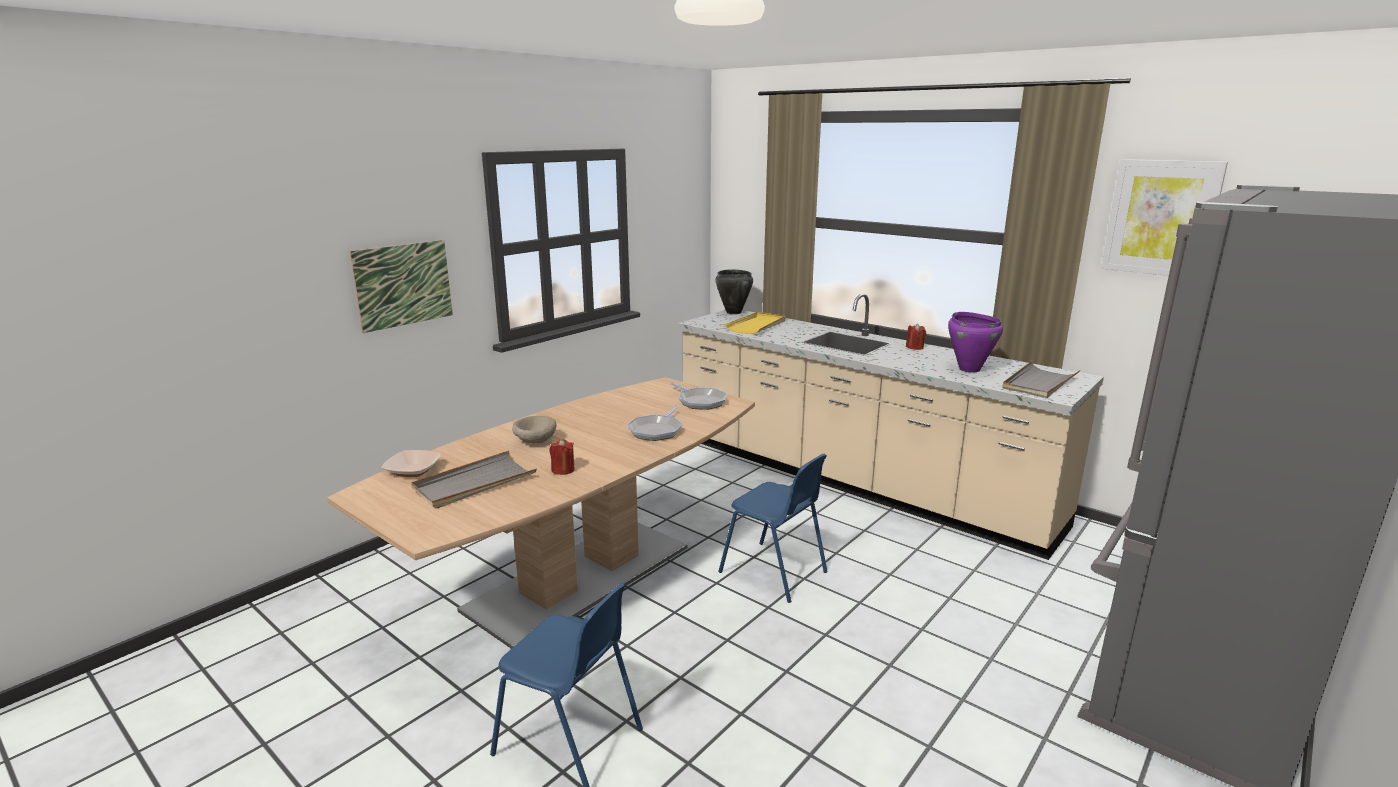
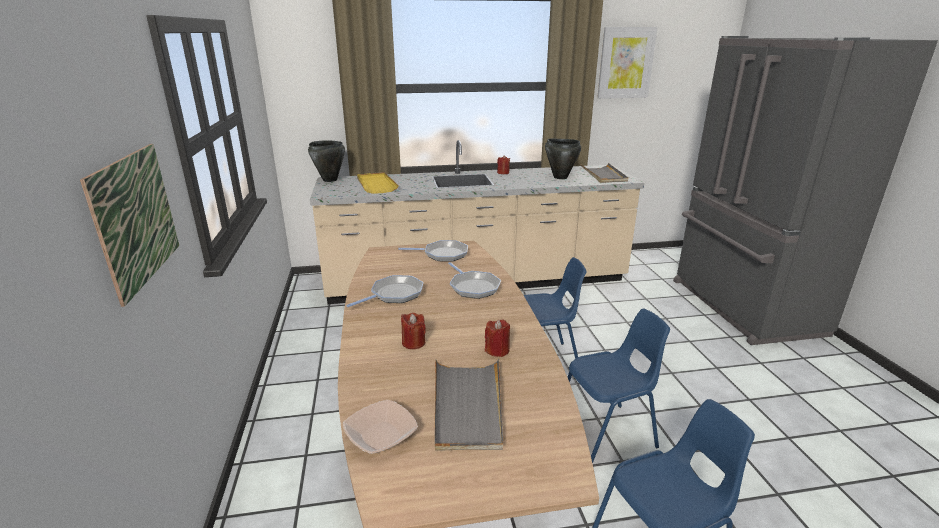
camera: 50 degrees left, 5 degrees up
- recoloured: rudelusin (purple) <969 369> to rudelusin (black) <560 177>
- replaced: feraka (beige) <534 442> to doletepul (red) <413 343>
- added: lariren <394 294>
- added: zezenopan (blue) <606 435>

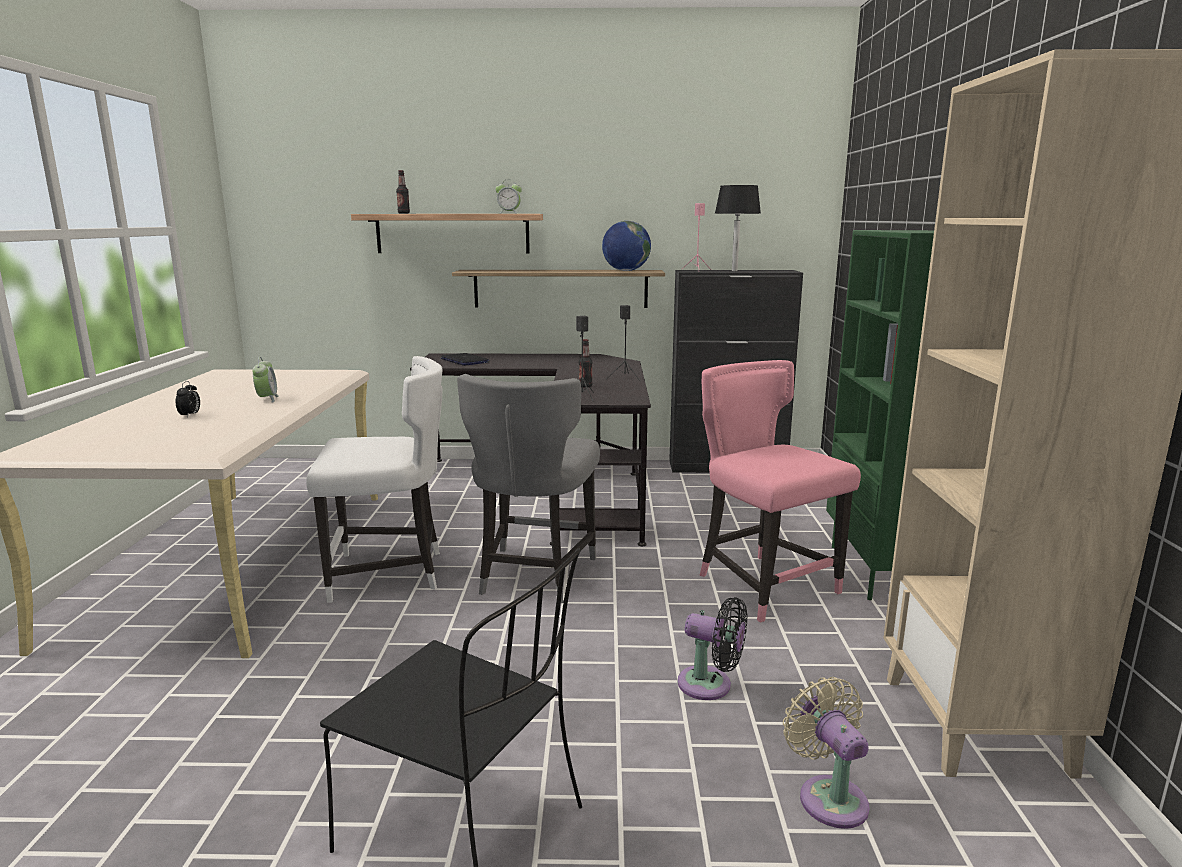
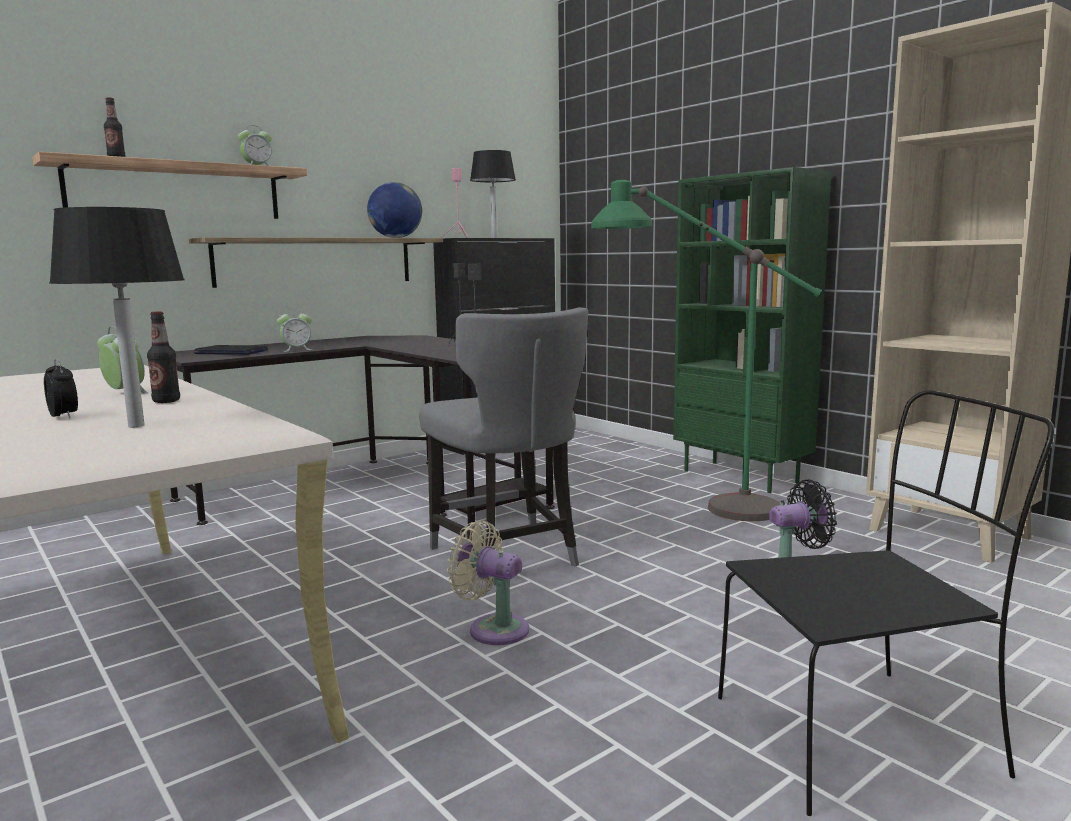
camera: 40 degrees left, 5 degrees down
- moved: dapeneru <585 386> to <166 401>
- removed: zezenopan (white) <389 574>
- replaced: zezenopan (pink) <763 584> to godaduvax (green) <692 505>
- moved: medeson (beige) <829 796> to <493 628>
- added: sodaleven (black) <135 425>
- added: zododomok <296 350>

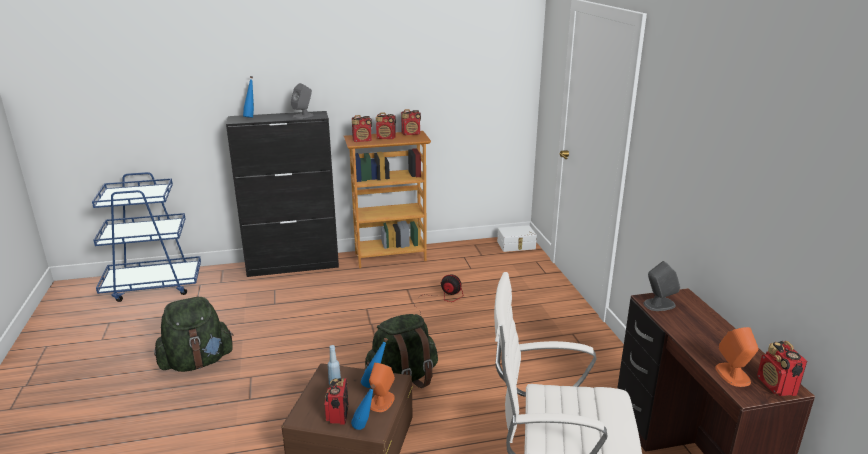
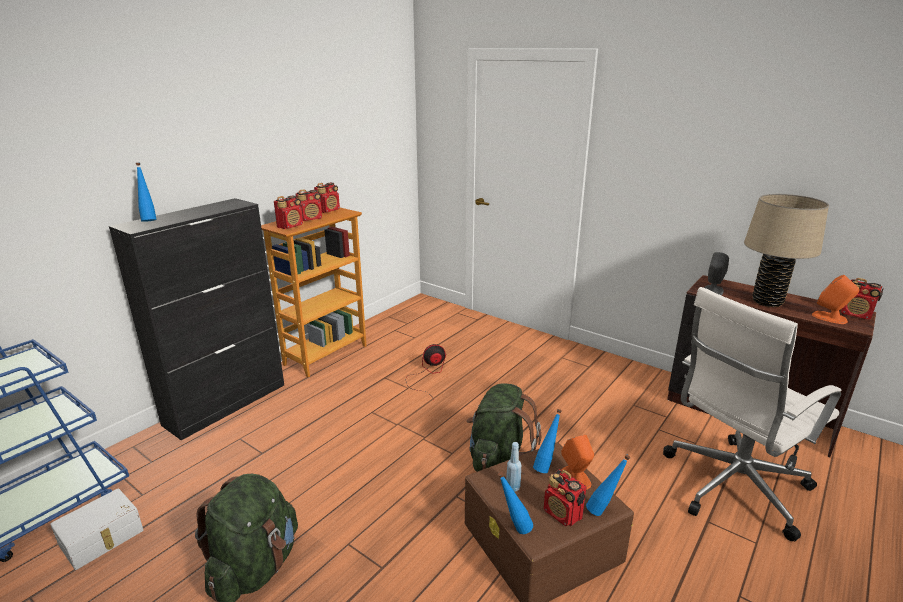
camera: 40 degrees left, 0 degrees up
- removed: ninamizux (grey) <303 116>
- moved: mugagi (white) <516 245> to <102 538>
- added: sodaleven (beige) <767 302>
- added: dapeneru (blue) <514 529>

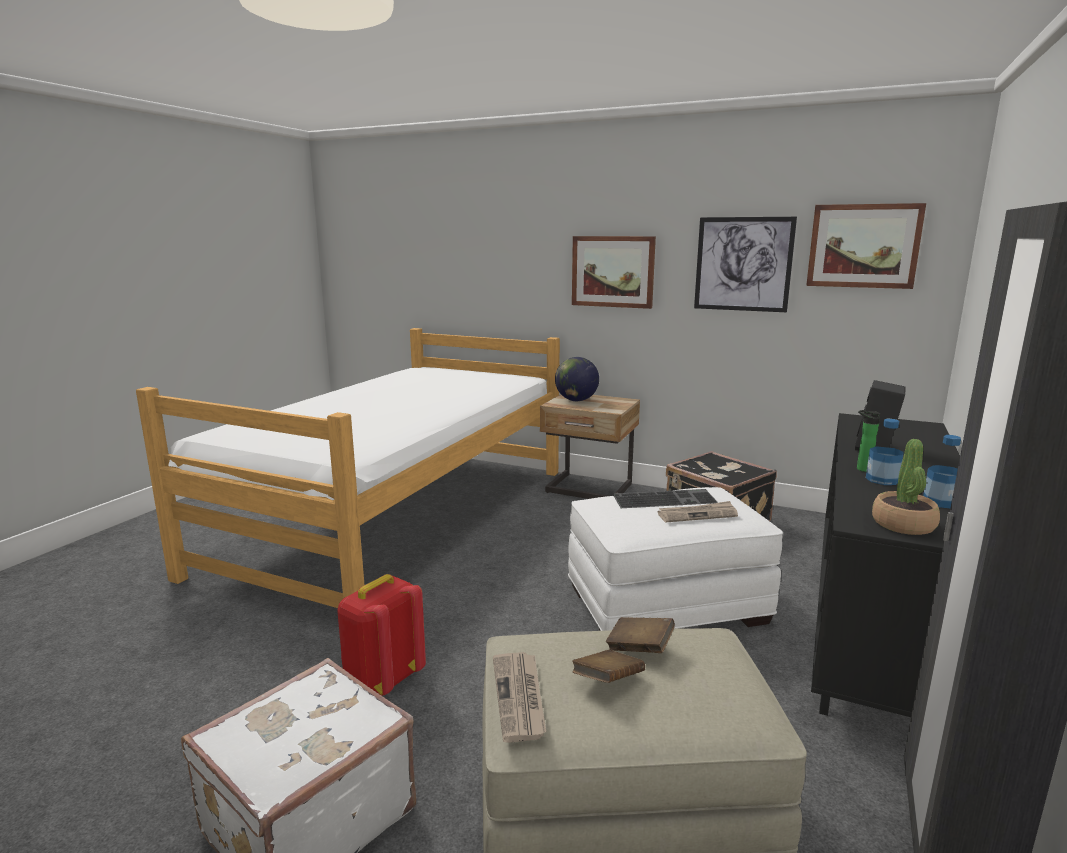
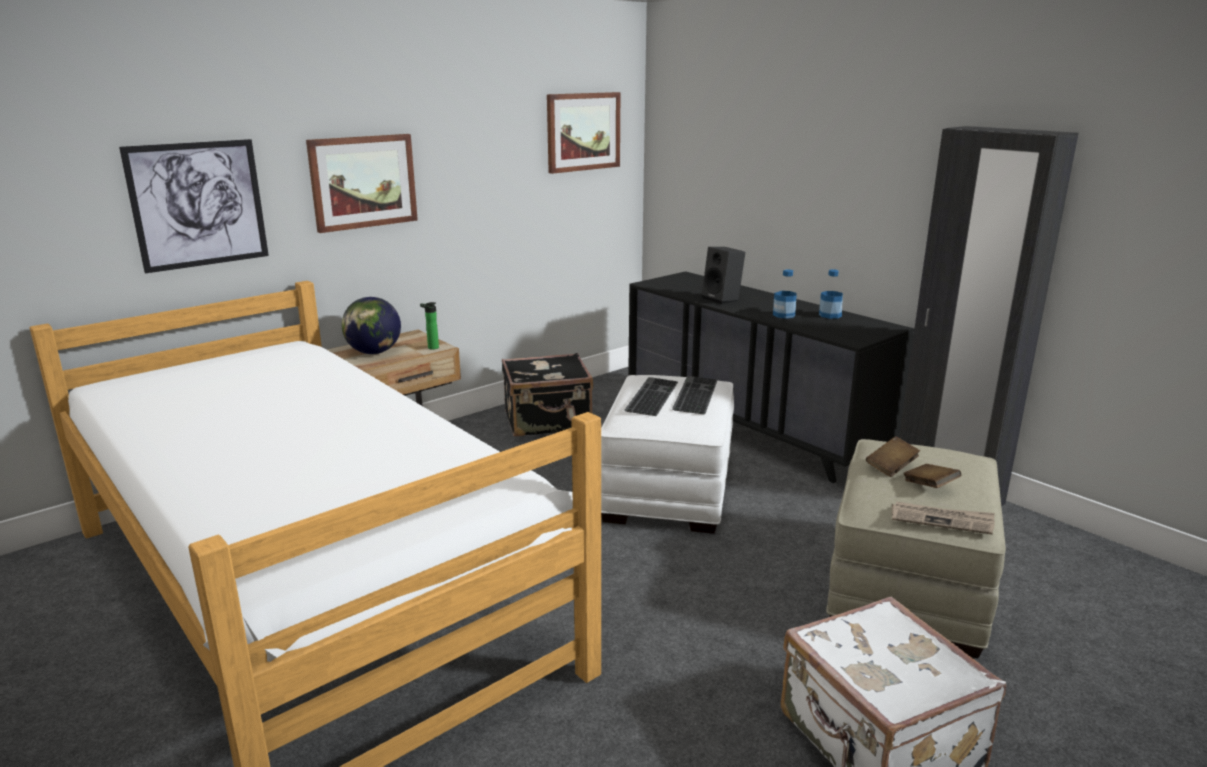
camera: 65 degrees left, 5 degrees up
- moved: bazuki <743 264> to <198 204>
- moved: dapeneru <861 469> to <431 348>
- removed: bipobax <903 524>
- replaced: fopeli <697 514> to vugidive <694 394>
- removed: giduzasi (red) <382 682>

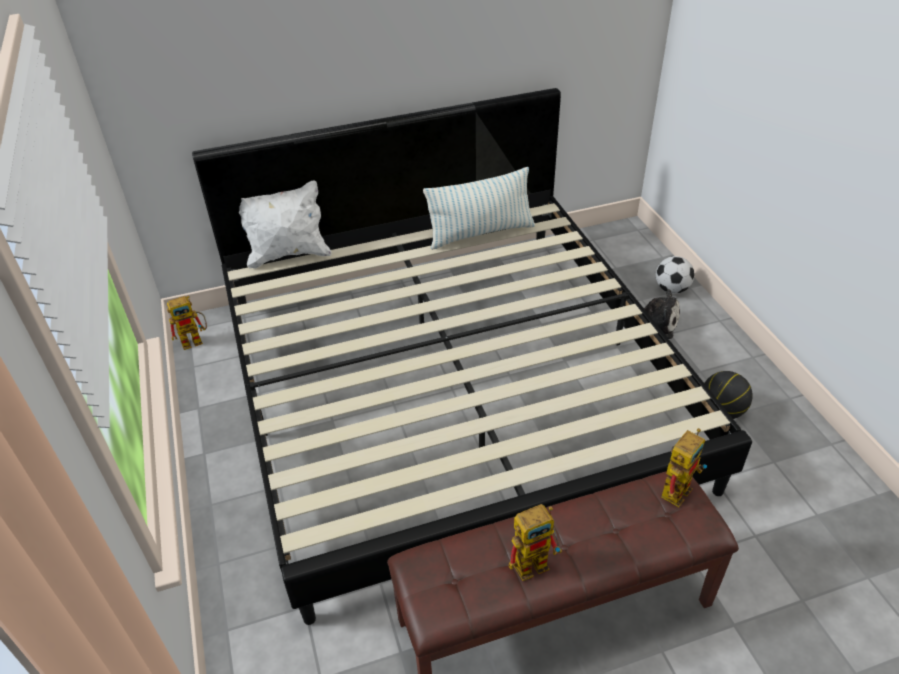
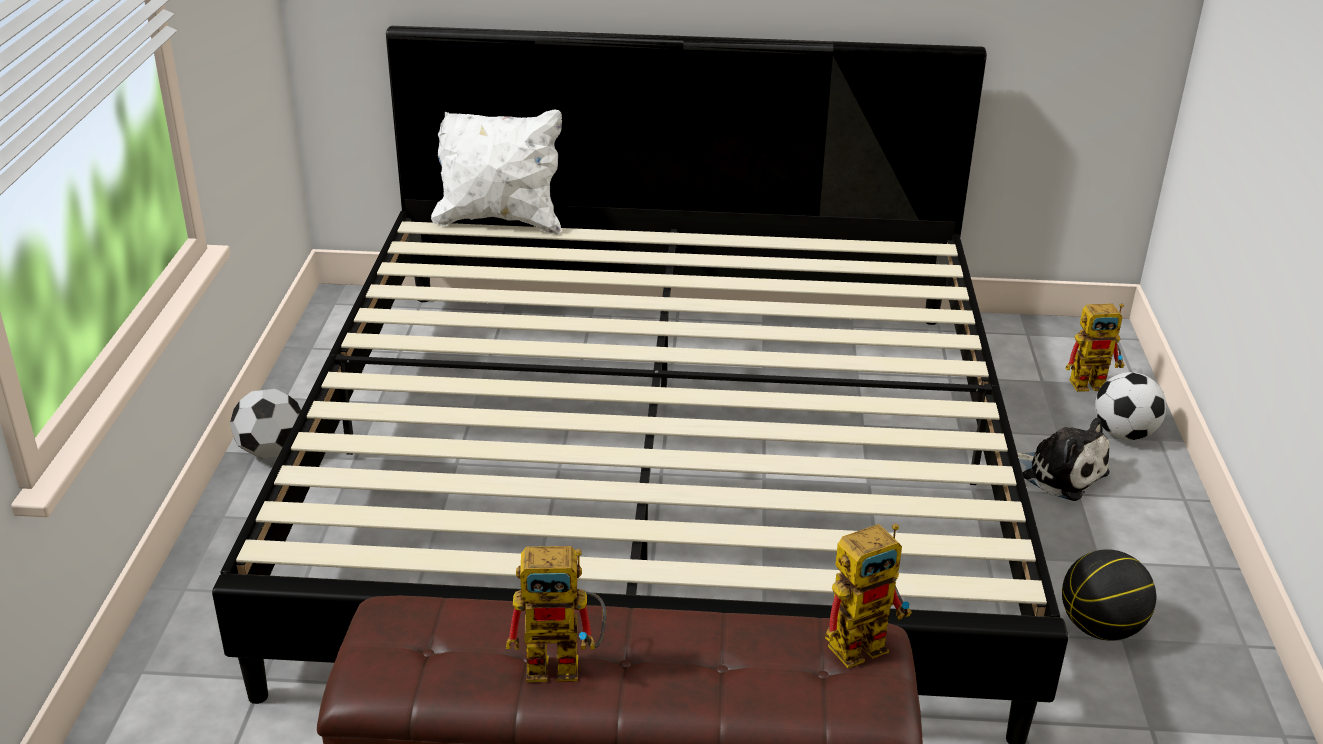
camera: 20 degrees right, 10 degrees down
- removed: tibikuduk <480 233>
- moved: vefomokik <196 340> to <1094 382>
- added: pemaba <272 451>

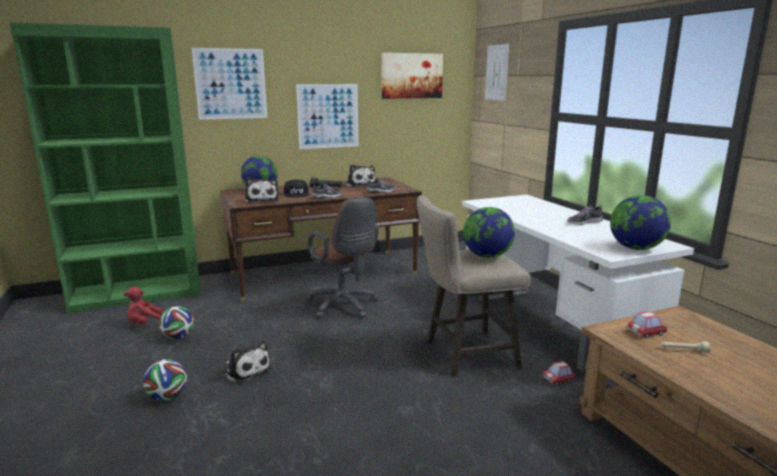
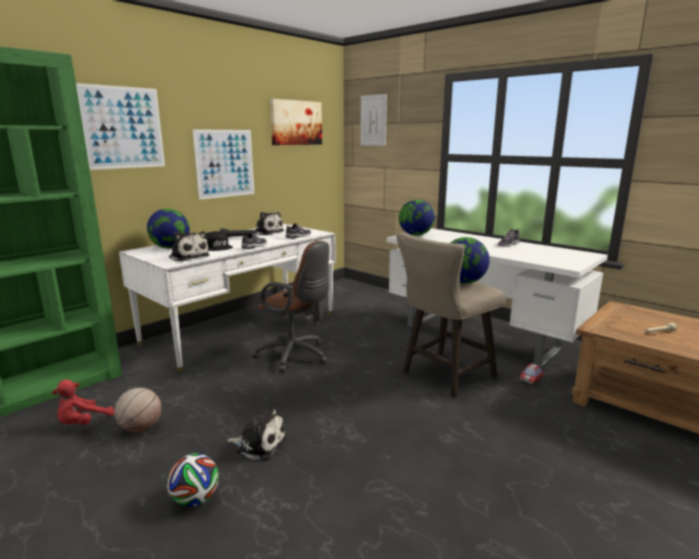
camera: 25 degrees left, 0 degrees up
- recoloured: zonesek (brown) <323 274> to zonesek (white) <242 328>
- moved: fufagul <635 248> to <415 235>
- replaced: pemaba <178 337> to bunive <140 428>
- removed: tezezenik <646 333>

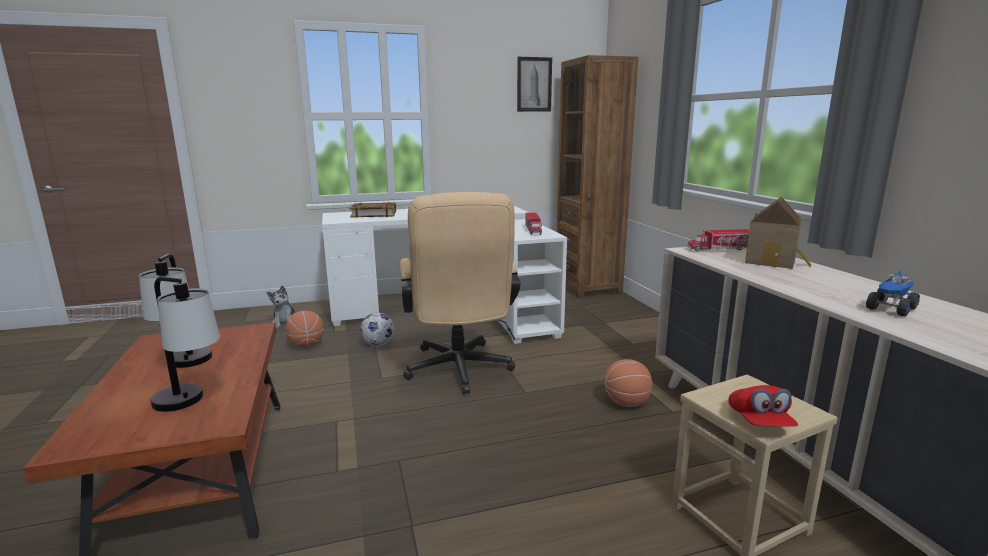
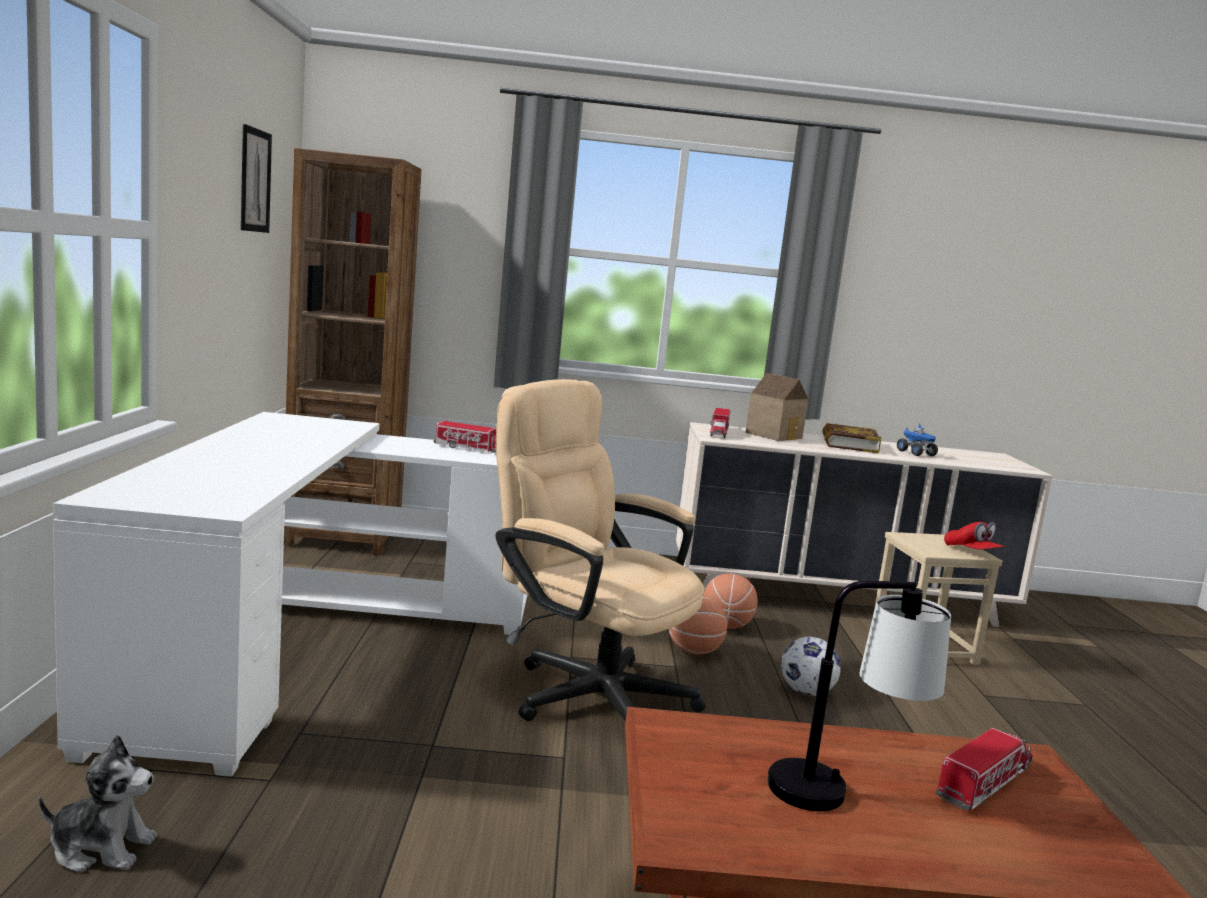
camera: 75 degrees left, 5 degrees down
- turned: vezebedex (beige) <459 372> = <587 692> 150 degrees counterclockwise
- moved: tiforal <374 214> to <848 444>
- replaced: sodaleven <191 405> to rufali <985 782>
- moved: bunive <306 345> to <693 651>
- moved: pemaba <378 344> to <806 692>
- turned: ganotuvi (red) <759 422> = <971 552> 45 degrees clockwise

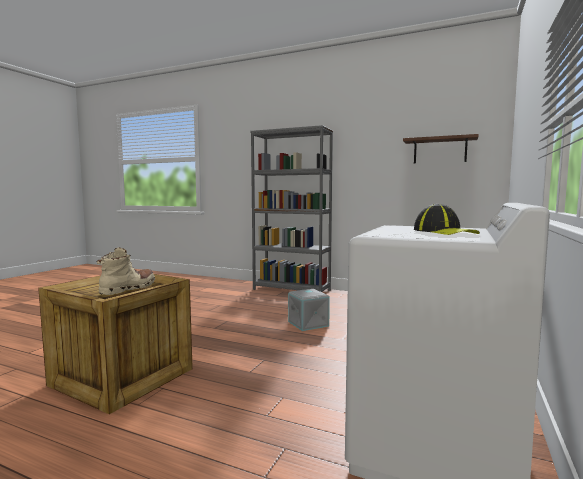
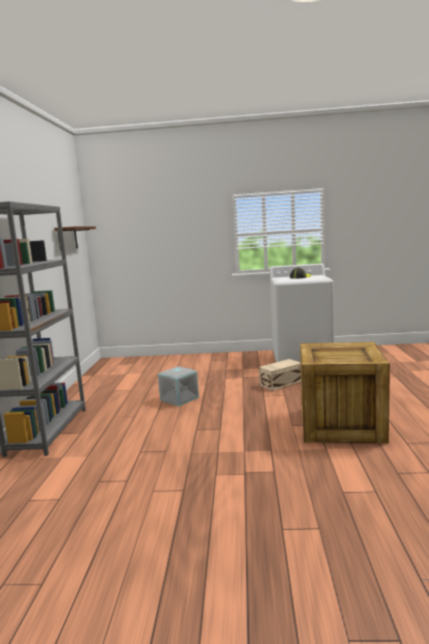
camera: 110 degrees left, 5 degrees up
- removed: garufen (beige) <129 288>
- added: mugagi (beige) <280 383>

